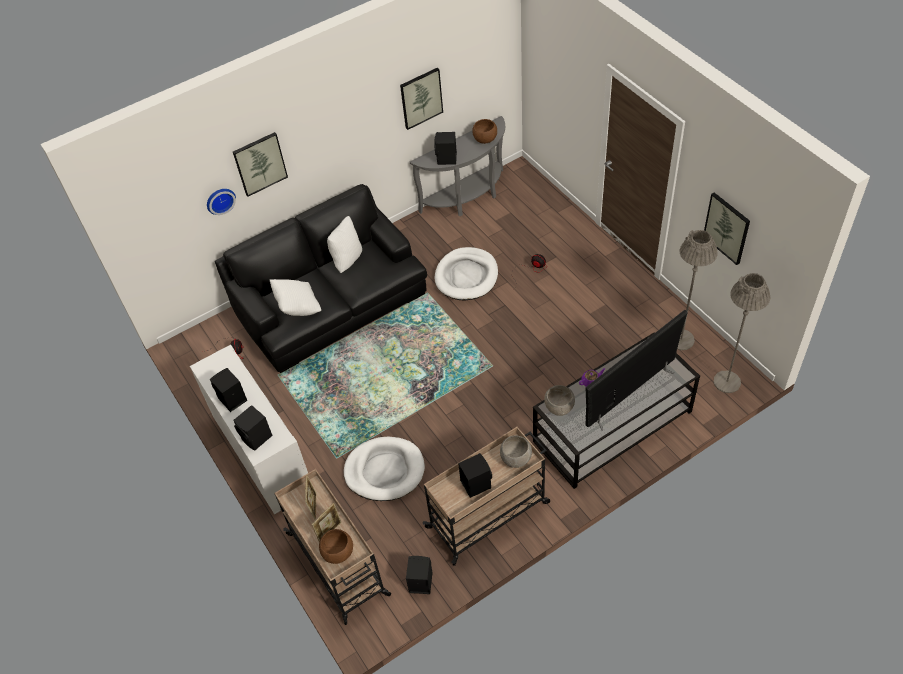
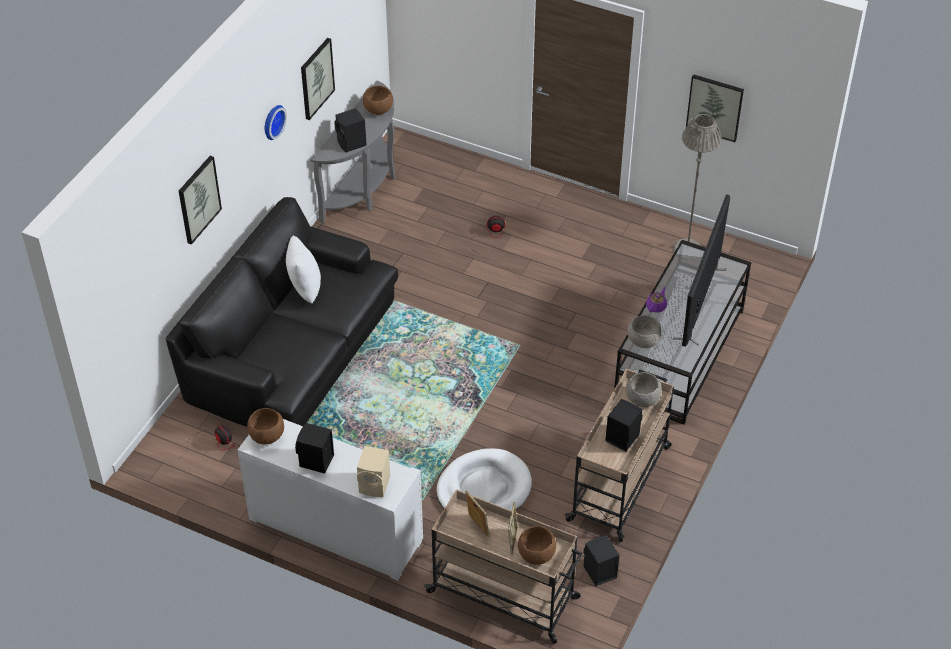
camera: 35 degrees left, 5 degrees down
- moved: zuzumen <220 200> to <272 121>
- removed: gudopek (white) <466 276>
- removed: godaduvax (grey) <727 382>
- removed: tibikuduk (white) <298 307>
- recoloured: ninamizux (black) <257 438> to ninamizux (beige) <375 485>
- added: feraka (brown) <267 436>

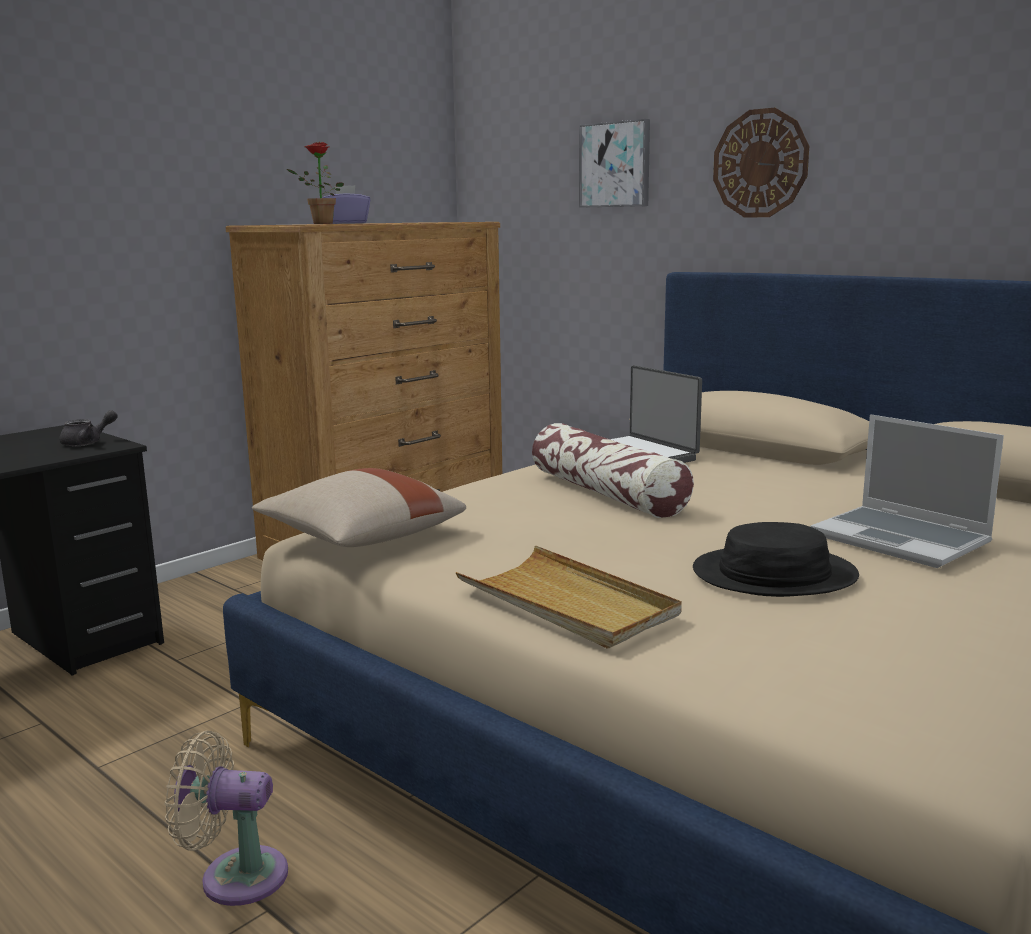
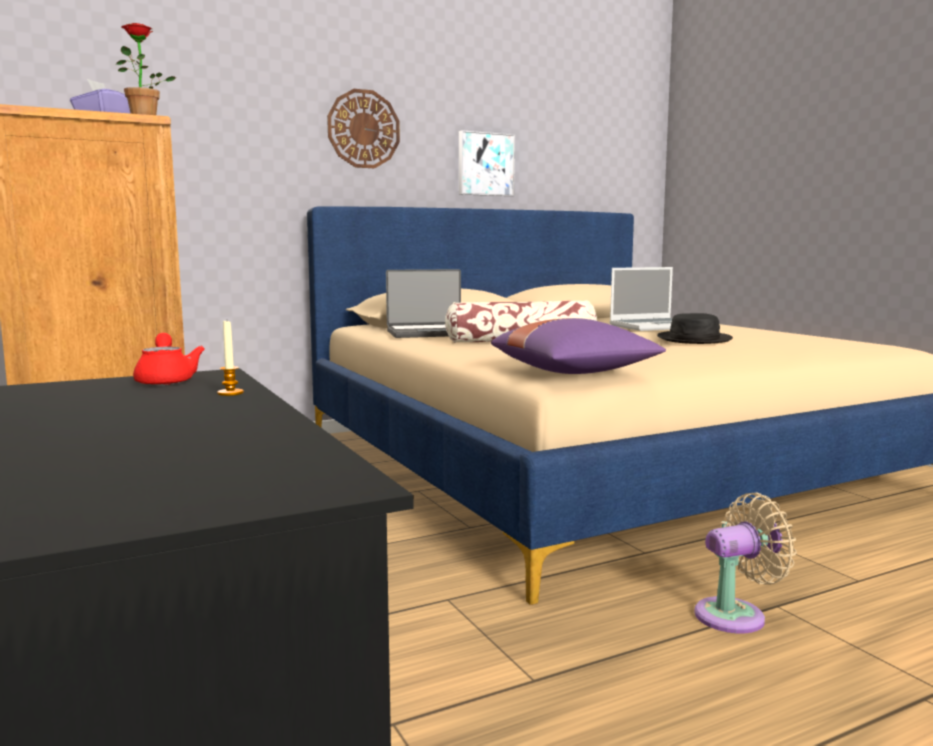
camera: 70 degrees left, 5 degrees down
- moved: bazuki <615 165> to <485 164>
- recoloured: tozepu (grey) <88 443> to tozepu (red) <166 380>
- recoloured: tibikuduk (beige) <360 538> to tibikuduk (purple) <575 372>
- removed: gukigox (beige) <567 603>
- turned: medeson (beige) <235 876> = <736 615> 135 degrees counterclockwise
- added: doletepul <230 393>

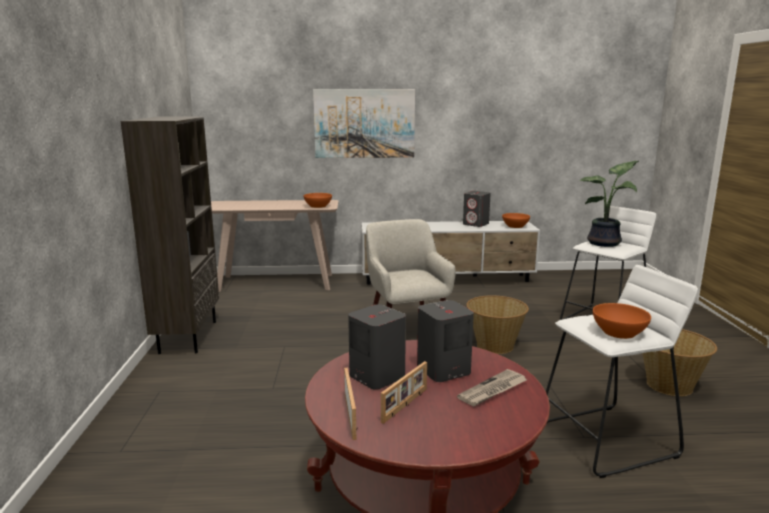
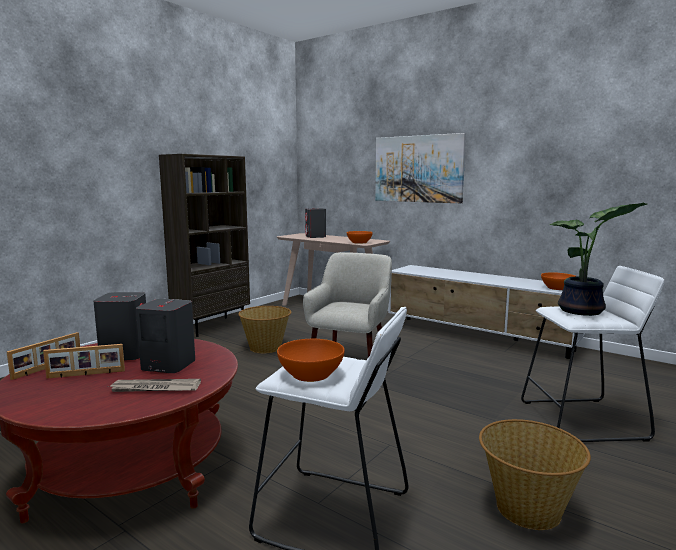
camera: 40 degrees right, 5 degrees down
- moved: ninamizux (grey) <476 224> to <315 236>
- moved: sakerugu <494 345> to <266 347>

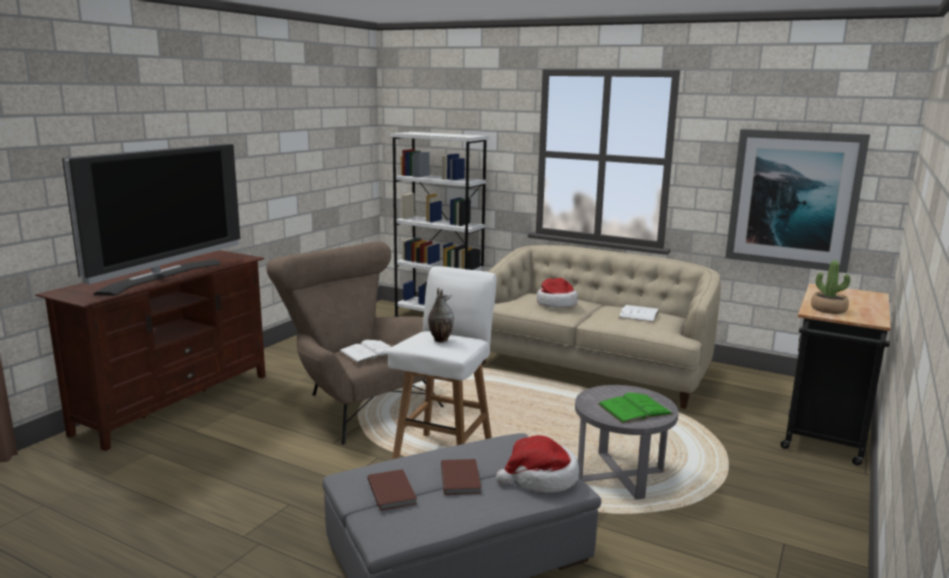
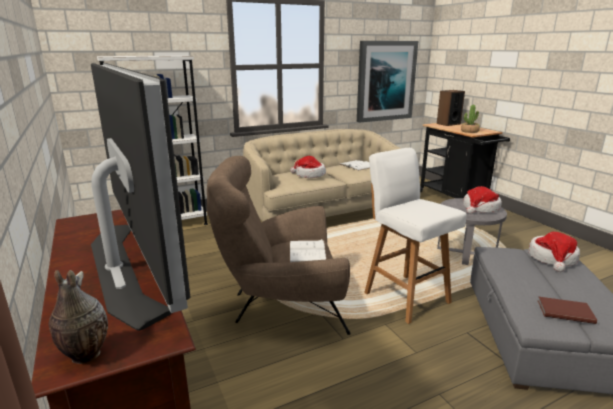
camera: 55 degrees left, 5 degrees up
- moved: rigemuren <440 340> to <84 356>
- replaced: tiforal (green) <635 409> to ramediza <480 208>
- removed: tiforal (brown) <461 478>
- added: ninamizux <448 124>

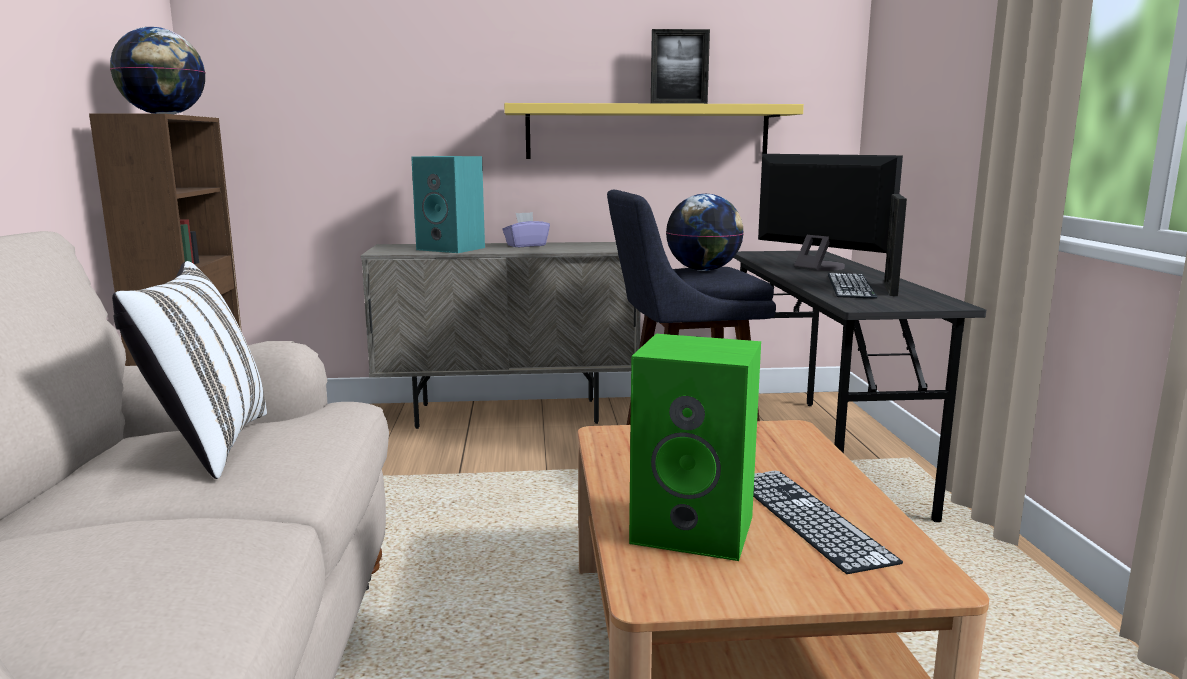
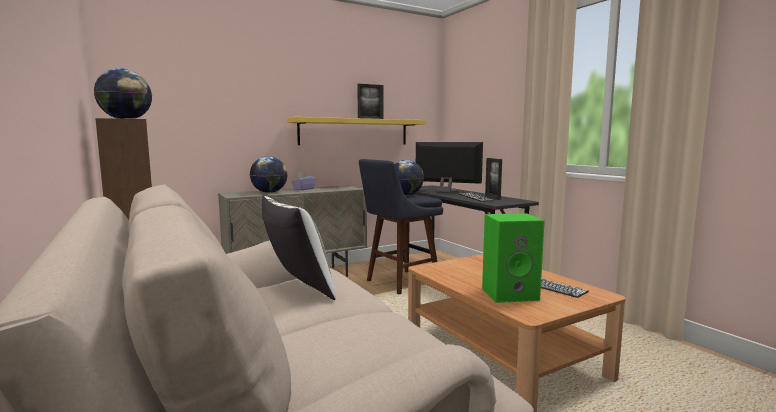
camera: 25 degrees left, 5 degrees down
- replaced: ninamizux (turquoise) <453 248> to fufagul <269 192>

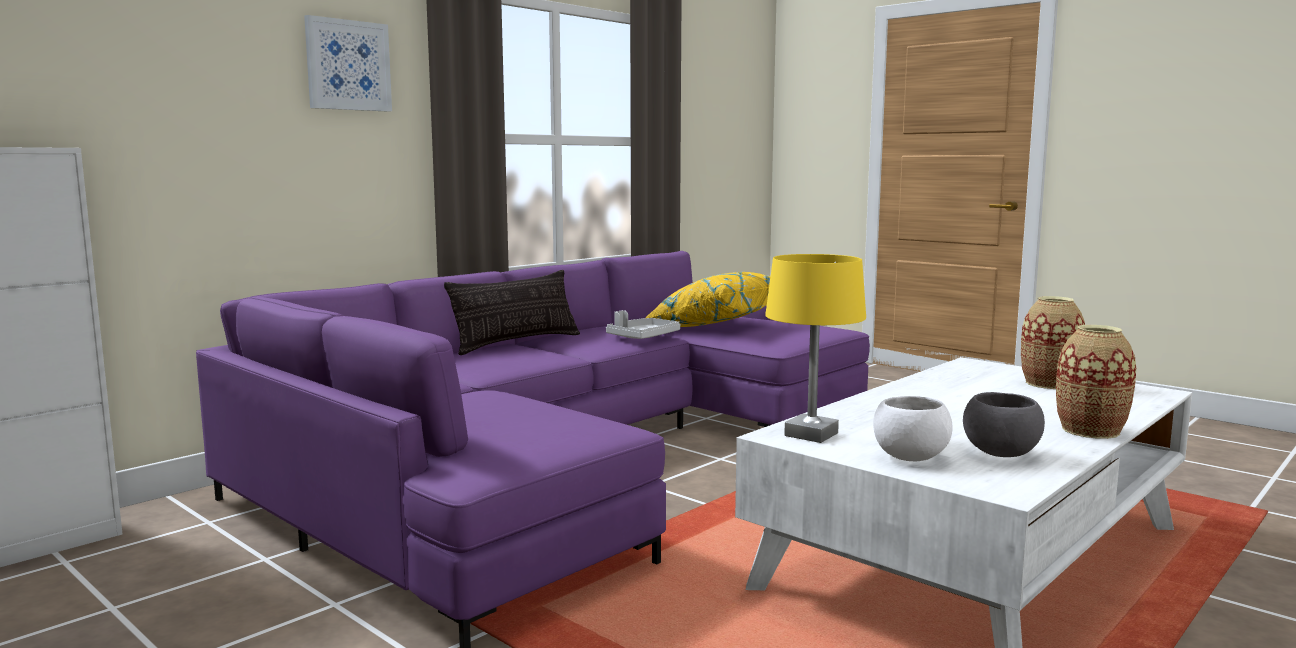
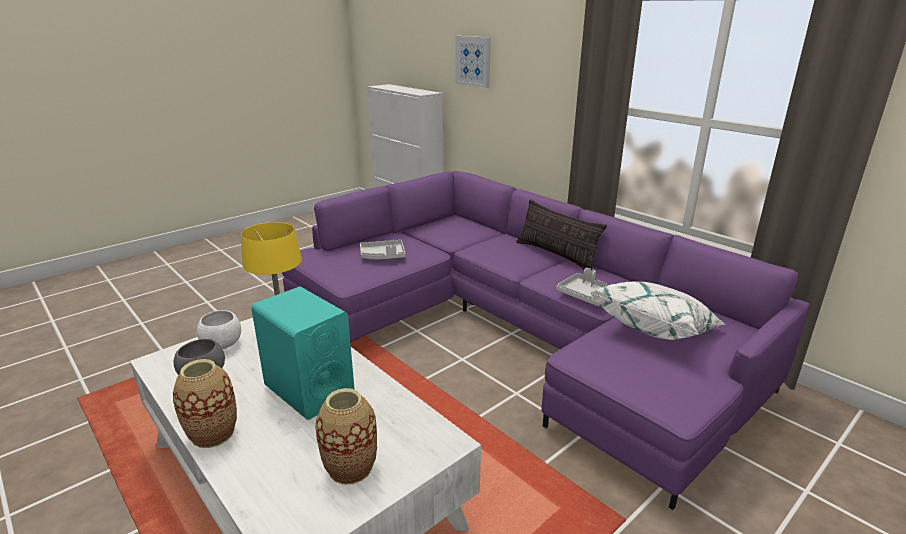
camera: 95 degrees right, 15 degrees up
- moved: bazuki <348 65> to <473 61>
- recoloured: tibikuduk (yellow) <712 325> to tibikuduk (white) <655 329>
- added: gukigox (grey) <383 256>
- added: ninamizux (turquoise) <309 390>

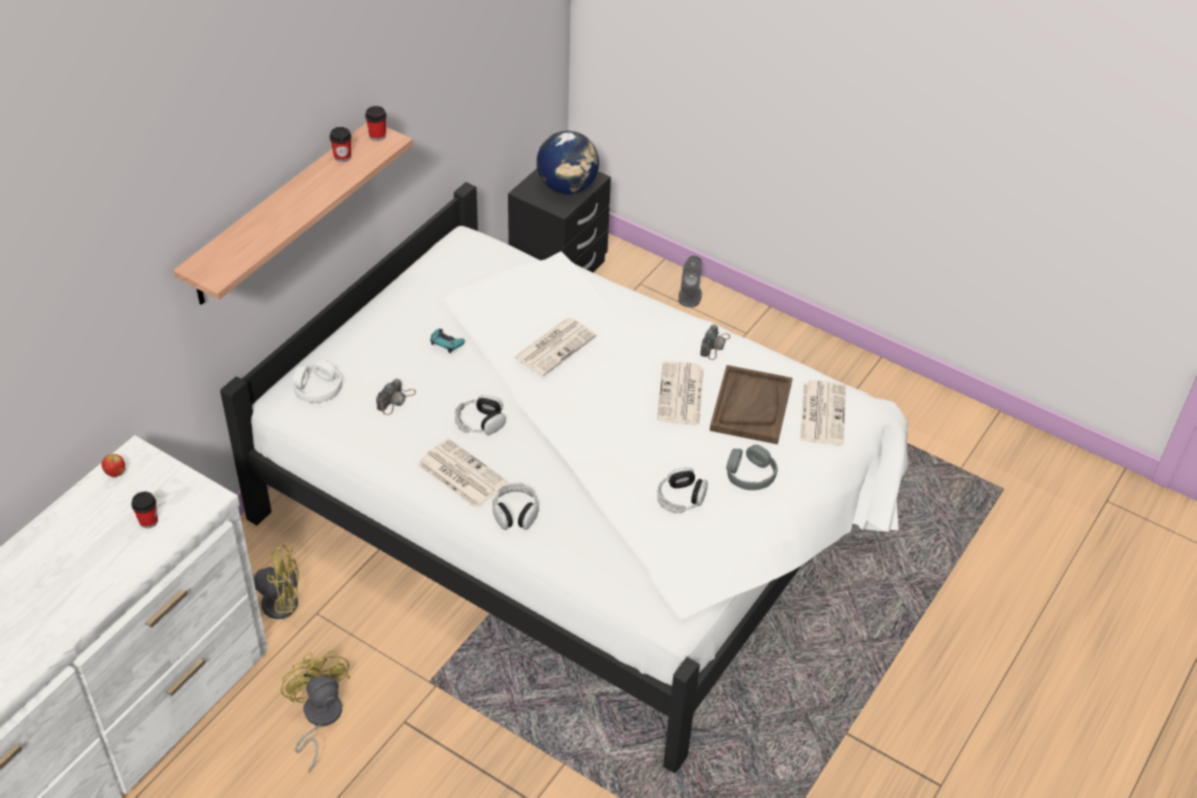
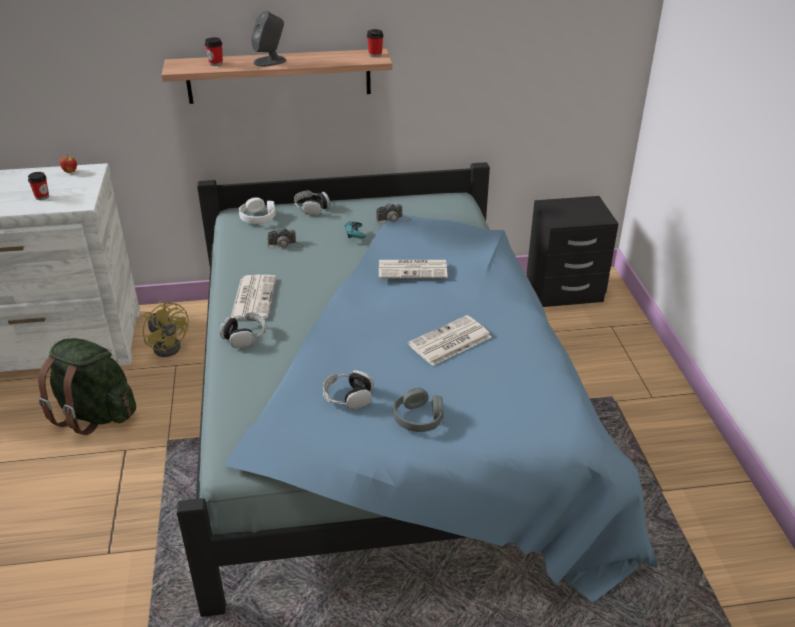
camera: 50 degrees right, 10 degrees down
- moved: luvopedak <342 157> to <216 63>
- removed: fufagul <567 187>
- recoloured: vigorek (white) <582 508> to vigorek (blue) <388 419>
- moved: ninamizux (grey) <690 295> to <270 61>
- moved: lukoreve <715 345> to <393 219>
- removed: gukigox (brown) <750 406>
- removed: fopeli <822 412>
- moved: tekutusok <480 422> to <311 208>
- replaced: medeson (yellow) <318 718> to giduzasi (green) <95 414>

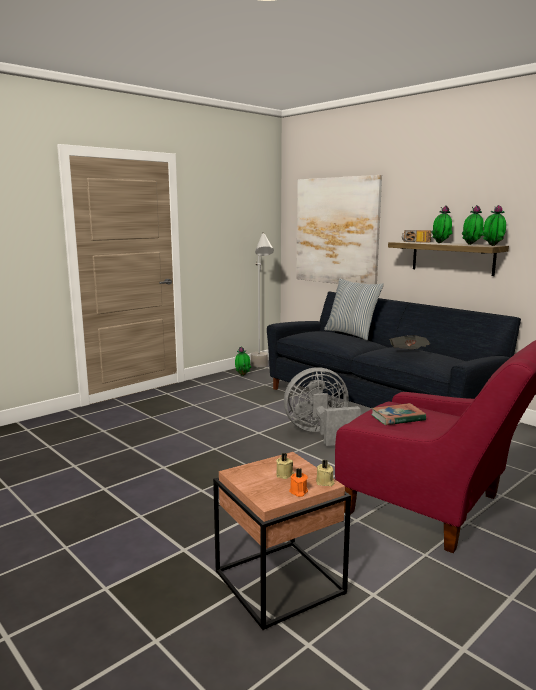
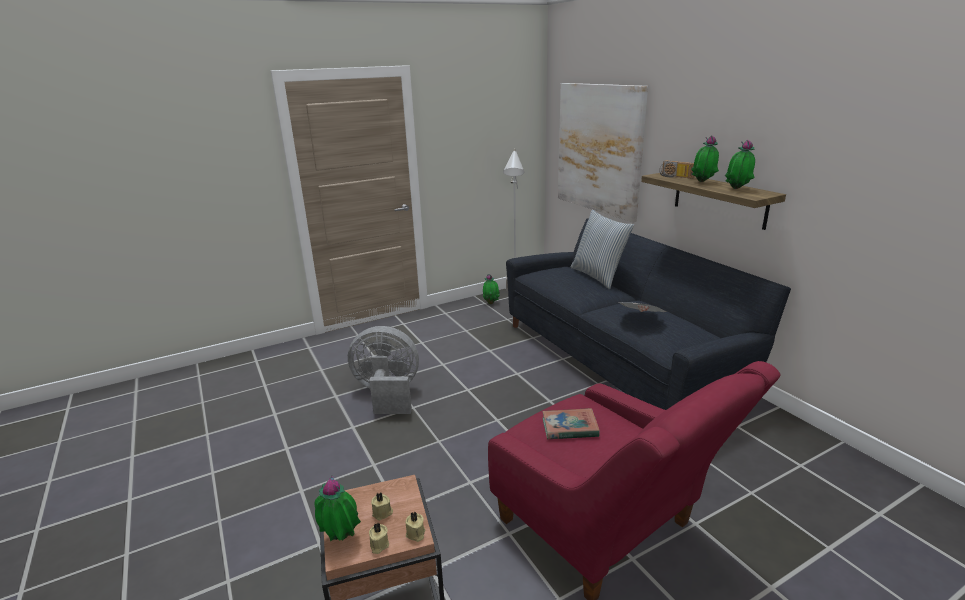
camera: 15 degrees right, 10 degrees up
- moved: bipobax <492 246> to <340 539>
- moved: medeson (grey) <320 433> to <387 394>
- recoloured: doletepul (orange) <298 492> to doletepul (beige) <378 545>

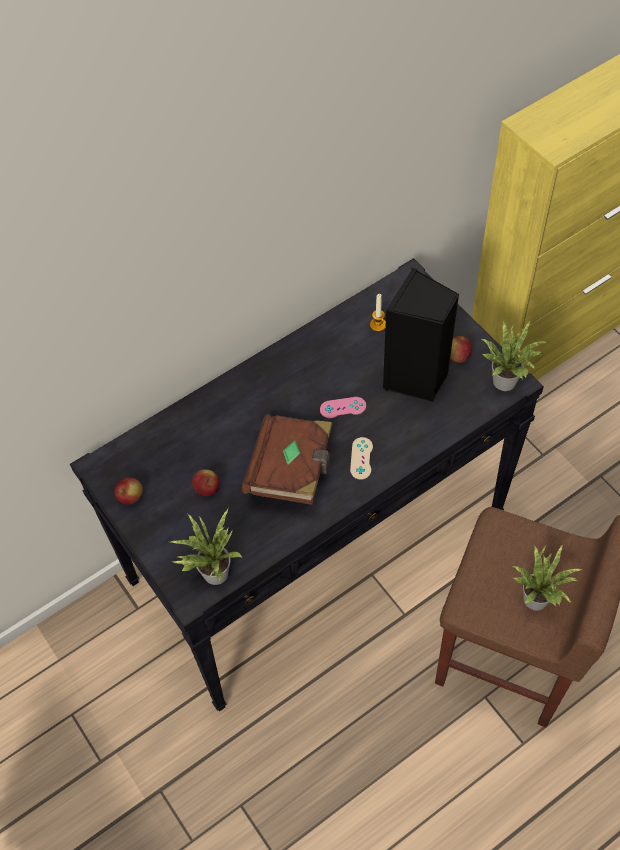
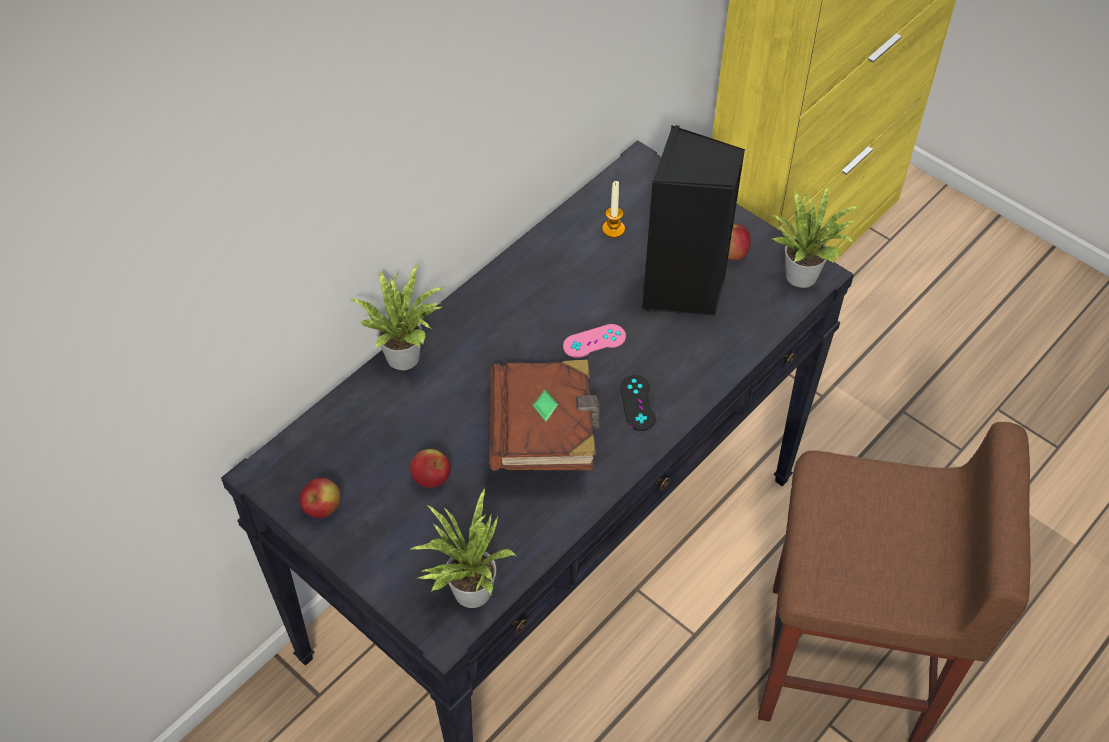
camera: 15 degrees left, 5 degrees down
- recoloured: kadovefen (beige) <361 458> to kadovefen (black) <637 403>
- moved: bipobax <538 597> to <406 354>

